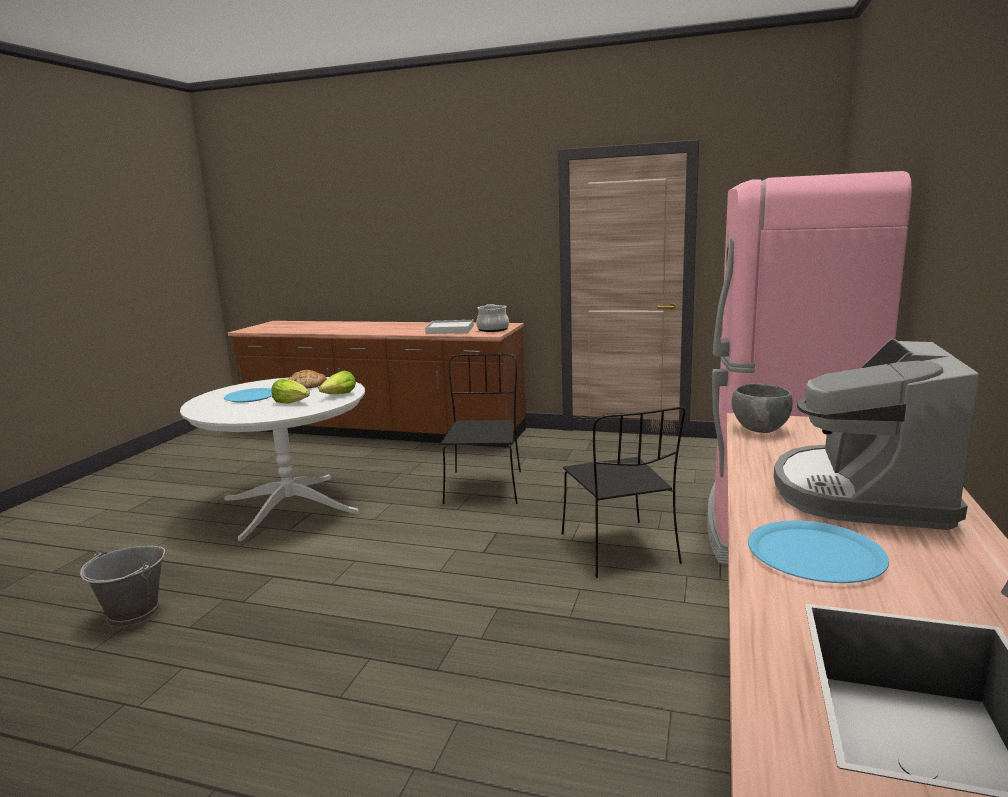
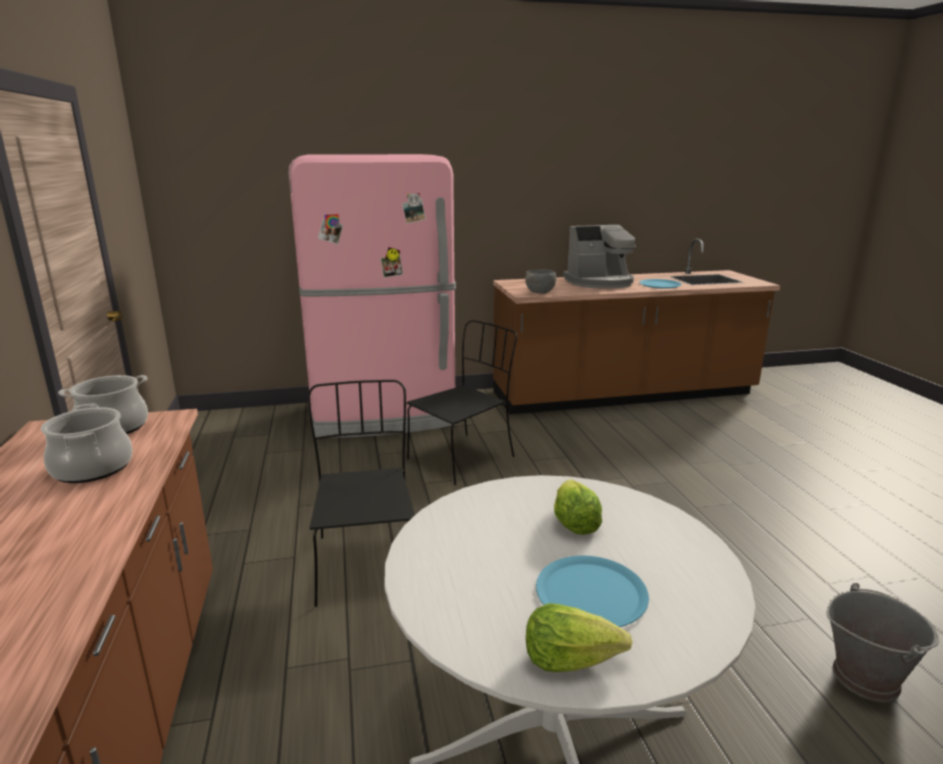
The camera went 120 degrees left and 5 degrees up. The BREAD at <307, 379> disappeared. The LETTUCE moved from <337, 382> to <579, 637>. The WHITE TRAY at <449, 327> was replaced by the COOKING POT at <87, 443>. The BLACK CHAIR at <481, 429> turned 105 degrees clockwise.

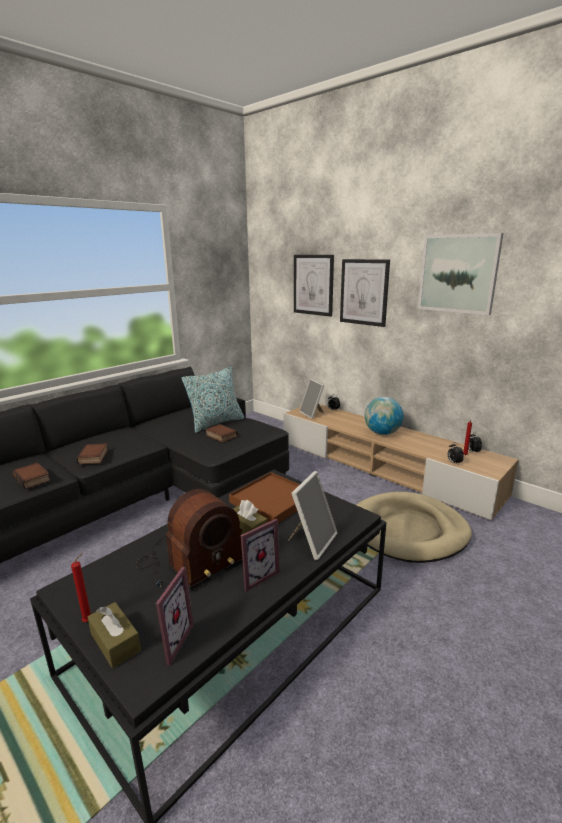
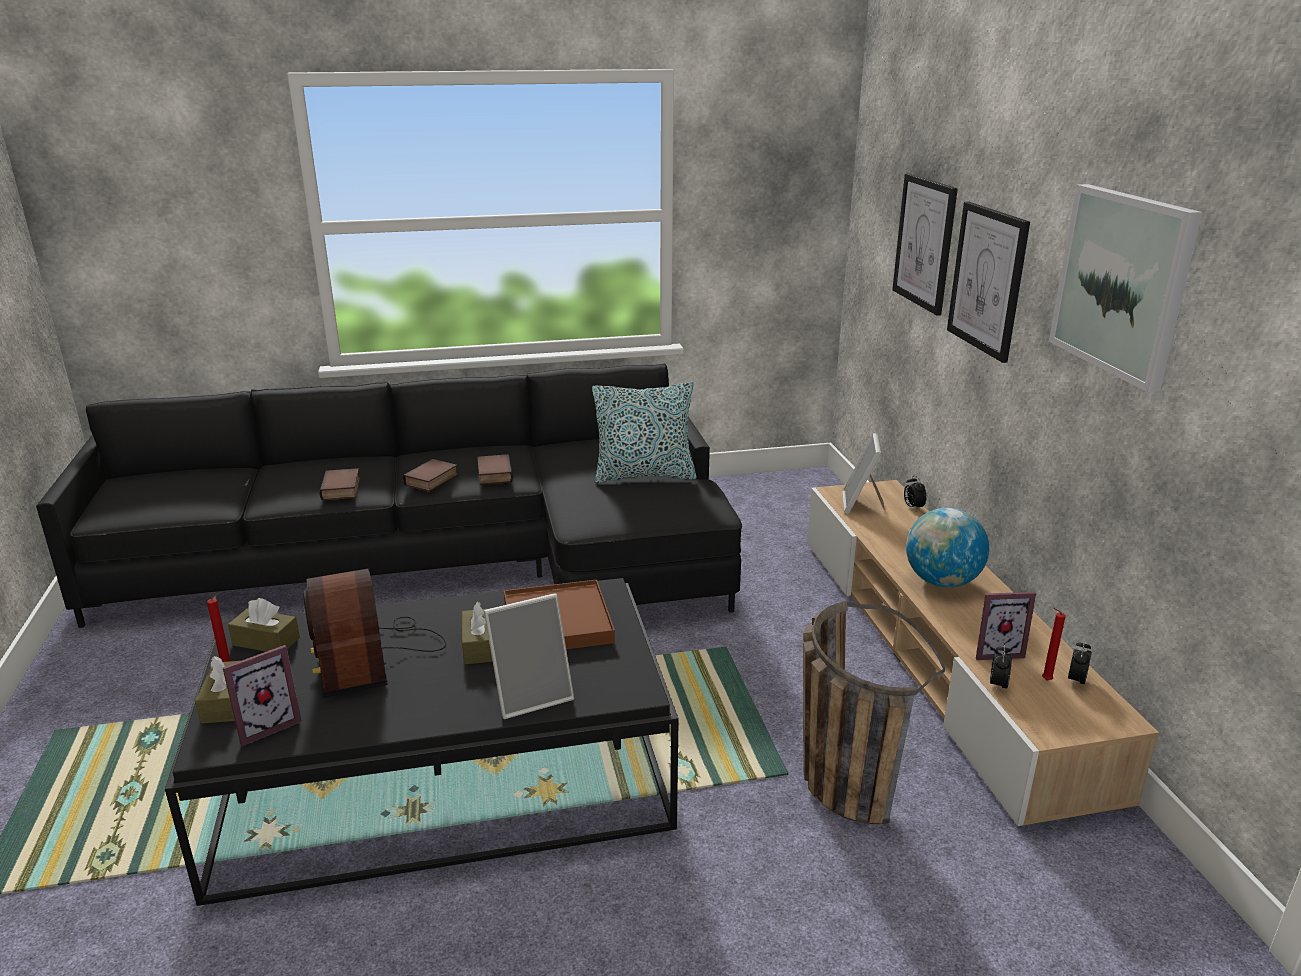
The camera went 35 degrees right and 5 degrees up. The BROWN TISSUE BOX at <264, 625> appeared. The BOOK moved from <221, 433> to <495, 469>. The PICTURE FRAME moved from <260, 555> to <1006, 626>. The BEIGE DOG BED at <414, 527> was replaced by the BASKET at <874, 712>. The RADIO at <189, 540> turned 75 degrees clockwise.

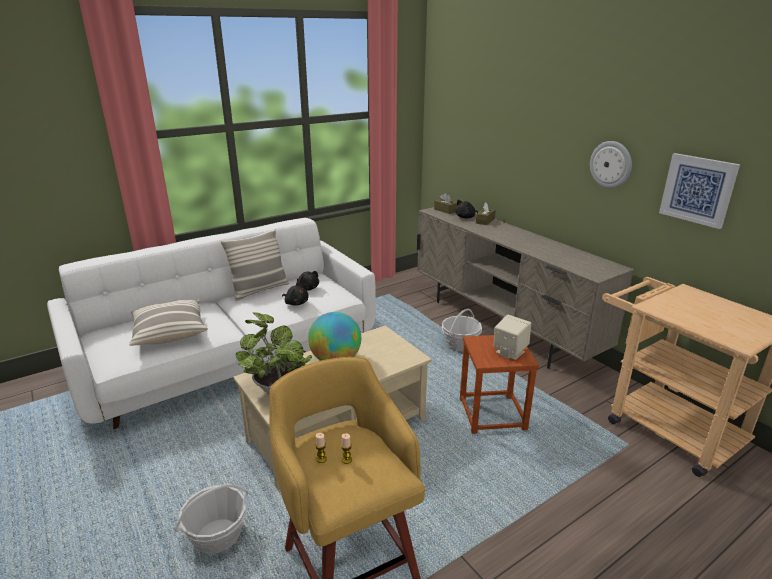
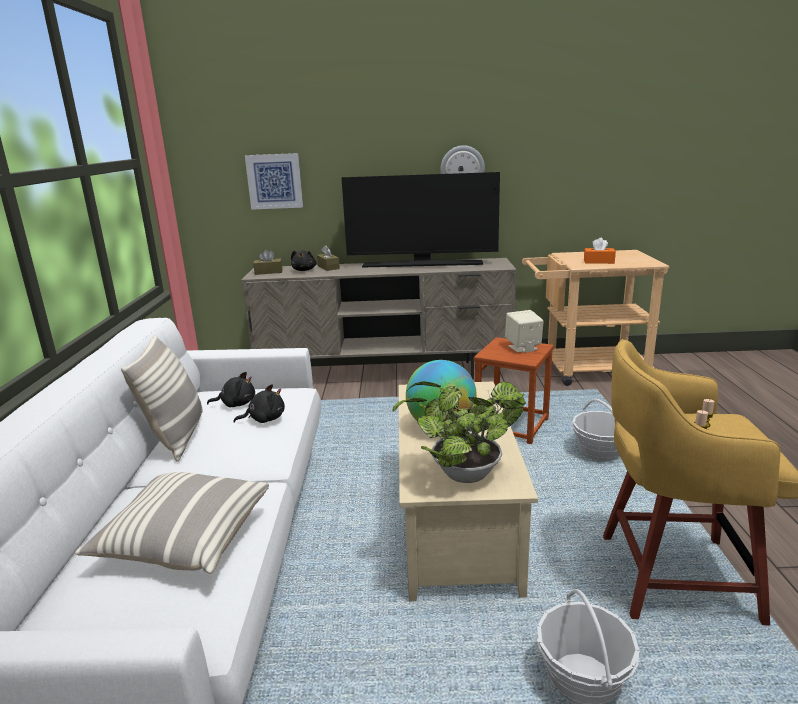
The camera went 55 degrees left and 5 degrees down. The TELEVISION at <420, 220> appeared. The ORANGE TISSUE BOX at <600, 251> appeared. The BASKET moved from <462, 330> to <595, 430>. The PICTURE moved from <699, 191> to <274, 181>.

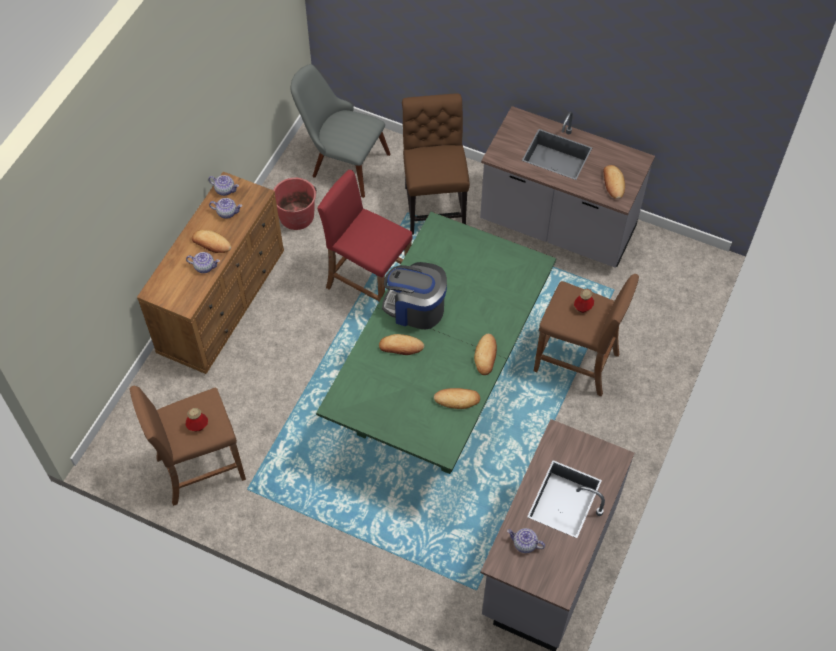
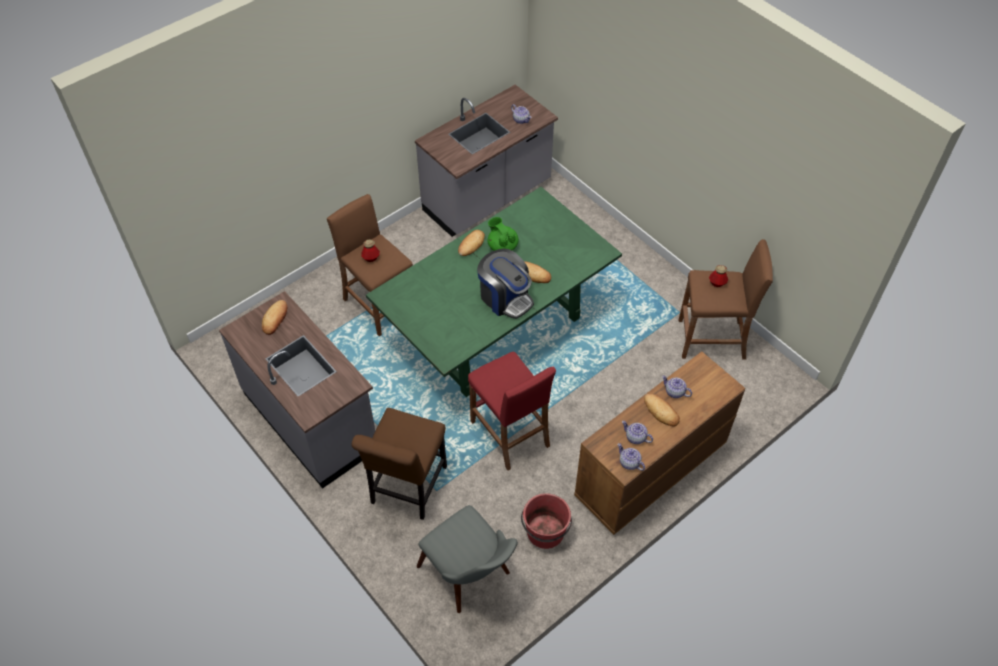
The camera went 155 degrees left and 5 degrees down. The BREAD at <457, 398> disappeared. The GREEN TEAPOT at <503, 234> appeared.

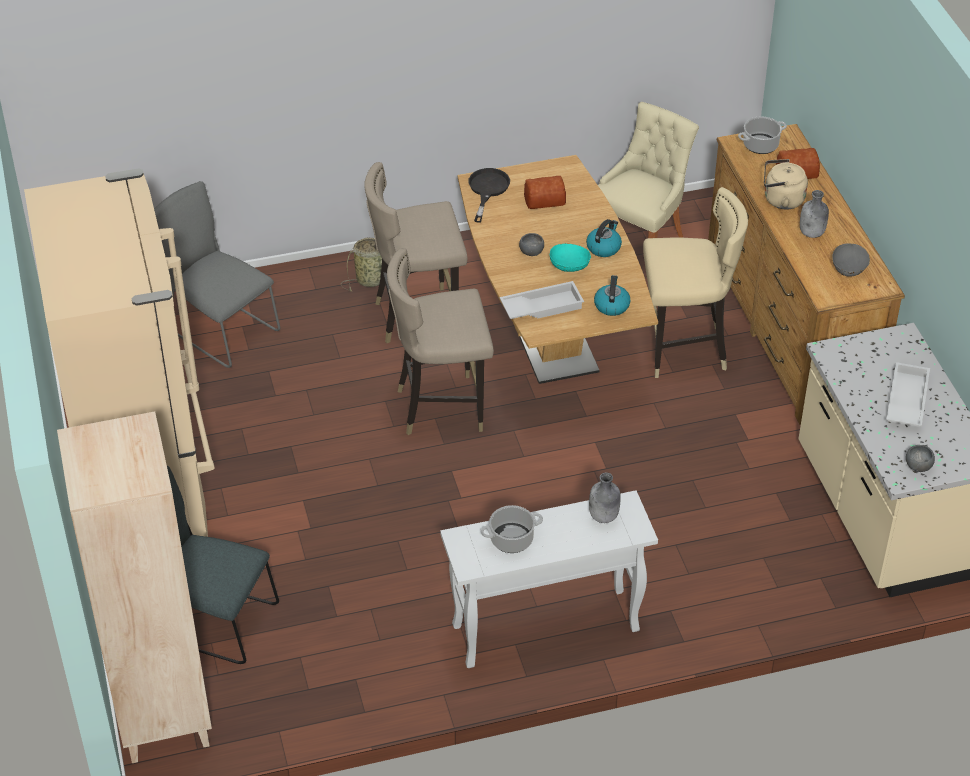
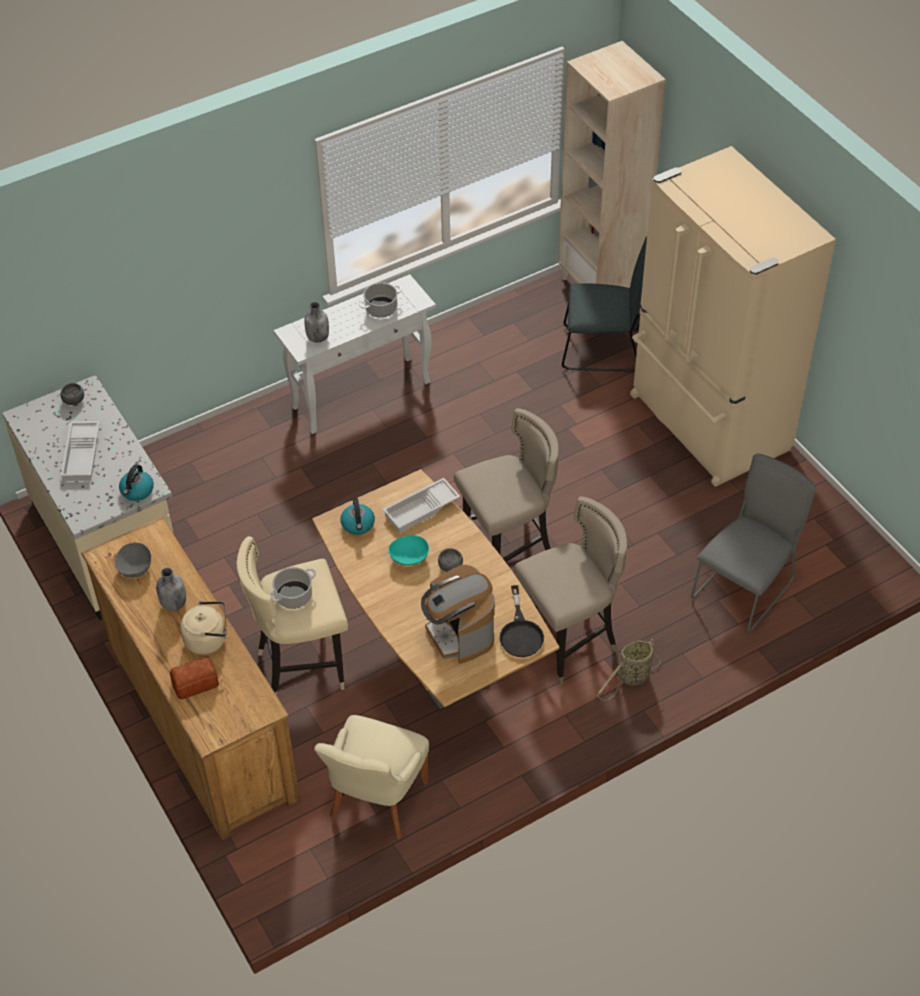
The camera went 165 degrees right and 5 degrees up. The KETTLE moved from <604, 238> to <136, 482>. The COOKING POT moved from <762, 135> to <292, 588>. The BREAD at <545, 192> was replaced by the COFFEE MACHINE at <458, 614>. The GREY CHAIR at <217, 274> turned 75 degrees counterclockwise.

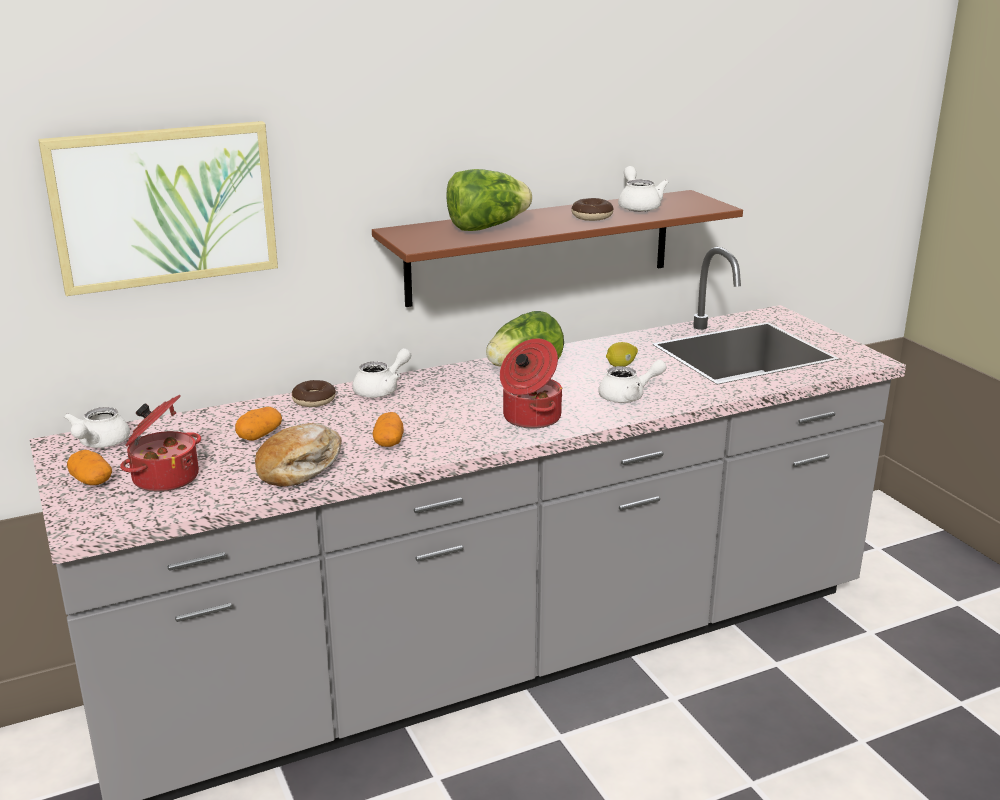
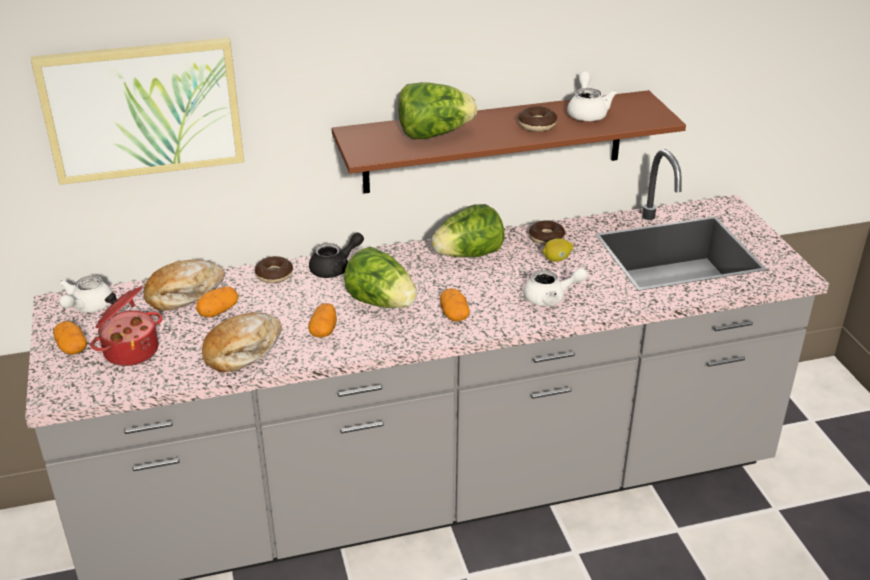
The camera went 10 degrees right and 10 degrees up. The BREAD at <184, 284> appeared. The LETTUCE at <380, 277> appeared. The DONUT at <547, 232> appeared. The COOKING POT at <531, 383> was replaced by the POTATO at <455, 304>. The WHITE TEAPOT at <381, 373> became the BLACK TEAPOT at <336, 255>.

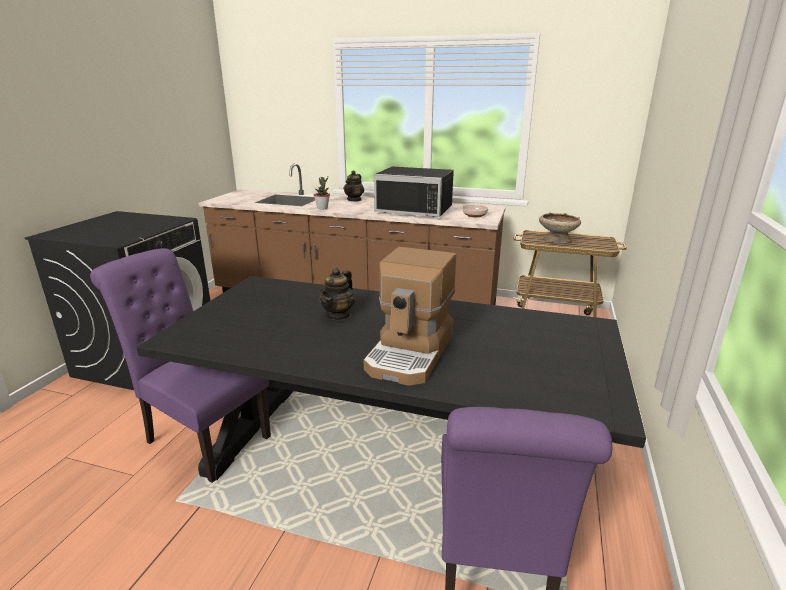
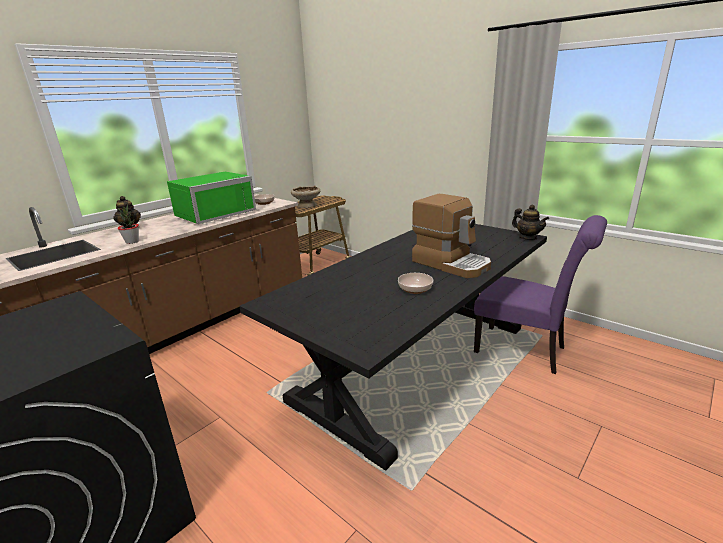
The camera went 65 degrees left and 0 degrees up. The PURPLE CHAIR at <180, 365> disappeared. The BOWL at <415, 283> appeared. The TEAPOT moved from <337, 294> to <530, 222>. The BLACK MICROWAVE at <414, 192> became the GREEN MICROWAVE at <211, 198>.

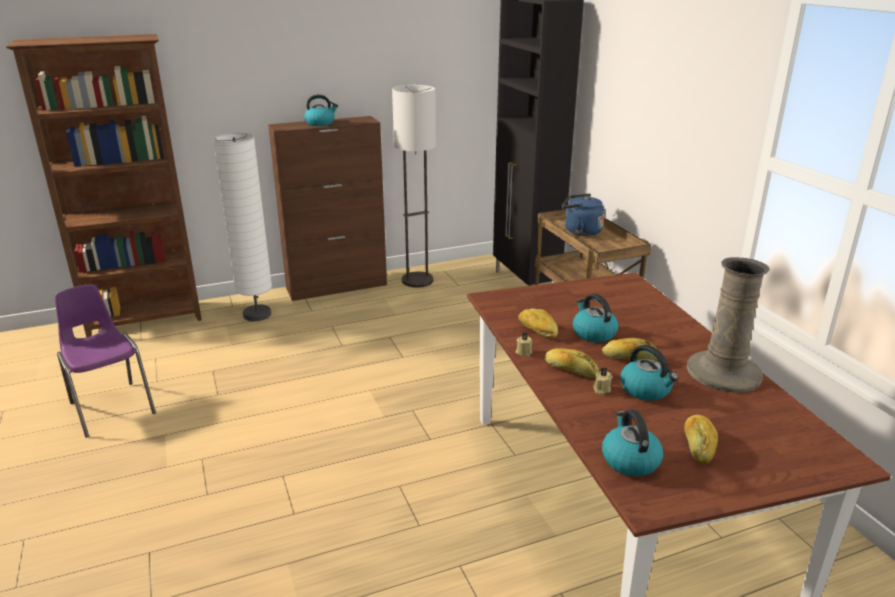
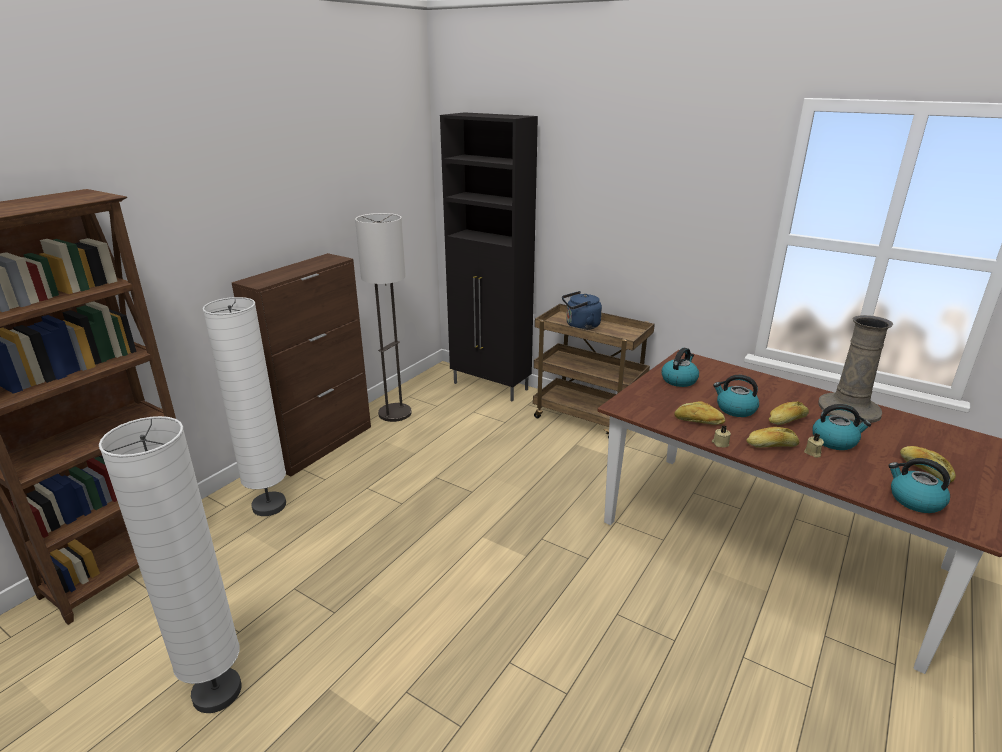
The camera went 35 degrees left and 0 degrees up. The KETTLE moved from <321, 110> to <680, 367>. The PURPLE CHAIR at <105, 361> was replaced by the WHITE FLOOR LAMP at <170, 564>.

